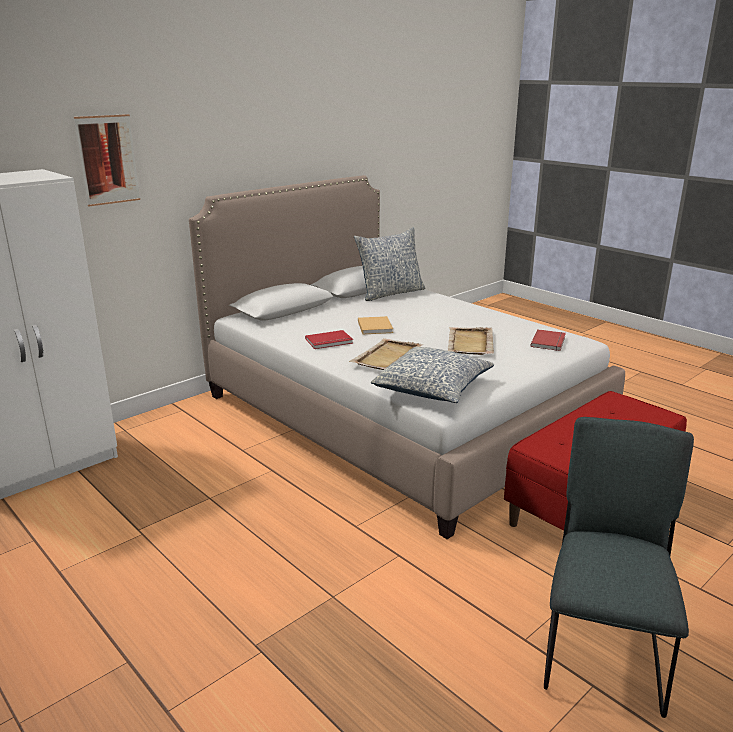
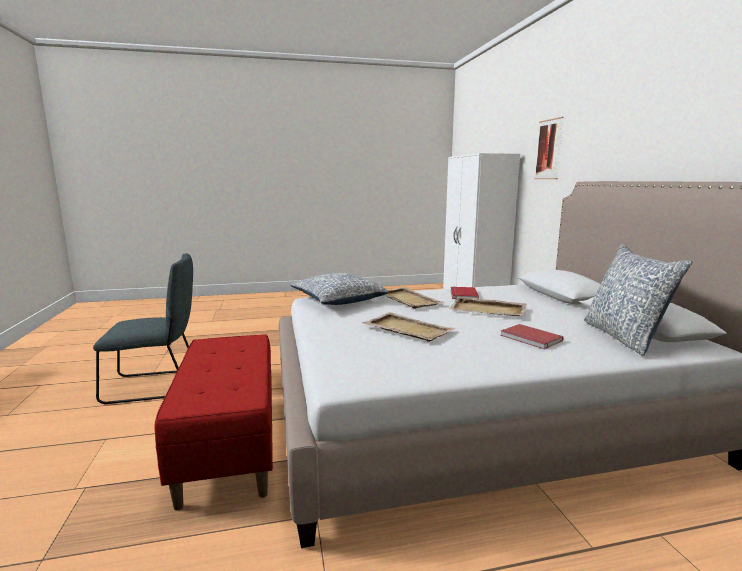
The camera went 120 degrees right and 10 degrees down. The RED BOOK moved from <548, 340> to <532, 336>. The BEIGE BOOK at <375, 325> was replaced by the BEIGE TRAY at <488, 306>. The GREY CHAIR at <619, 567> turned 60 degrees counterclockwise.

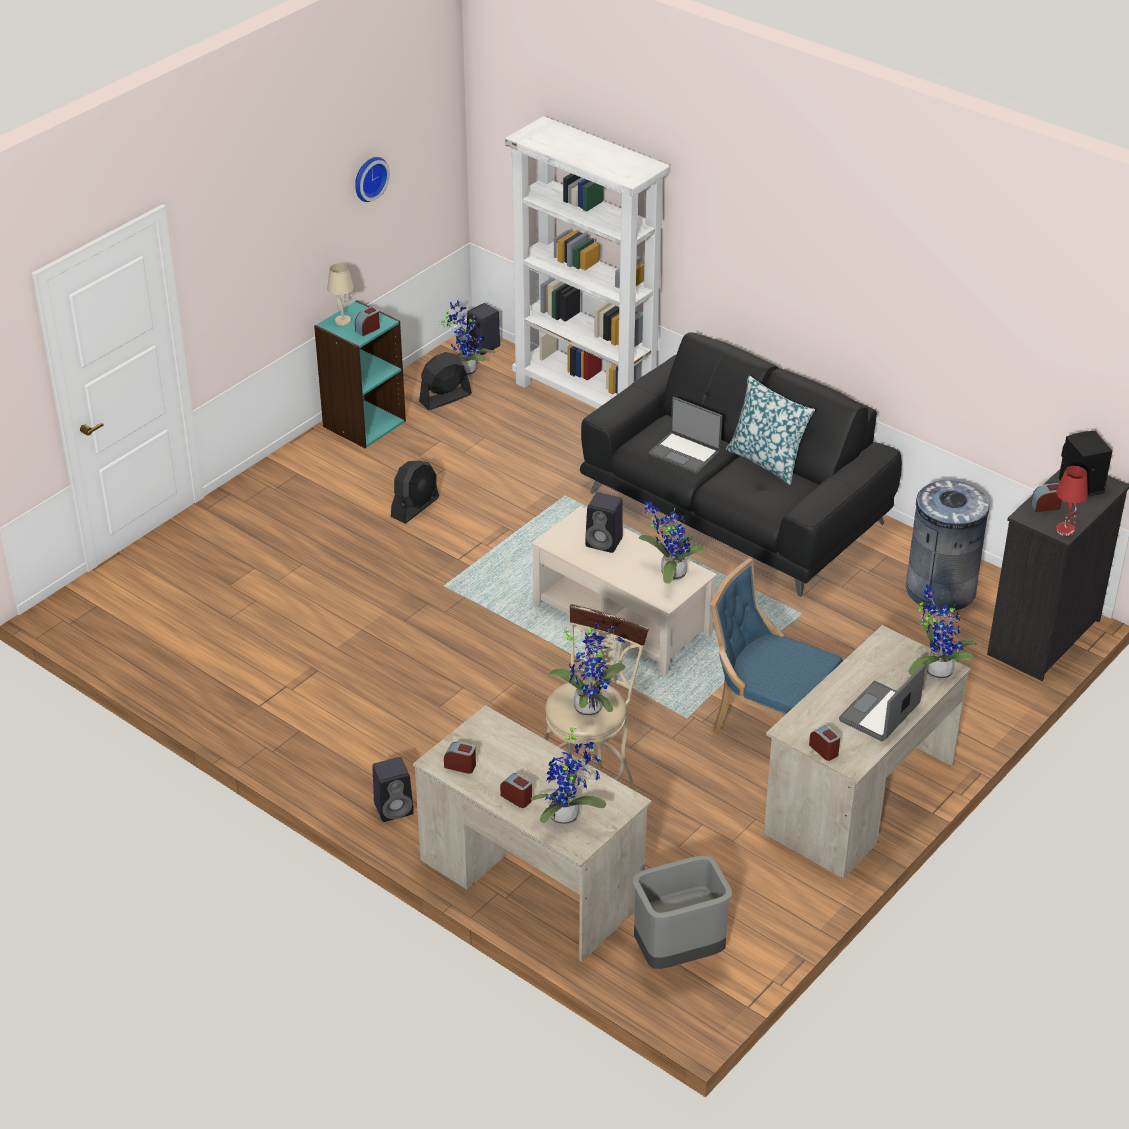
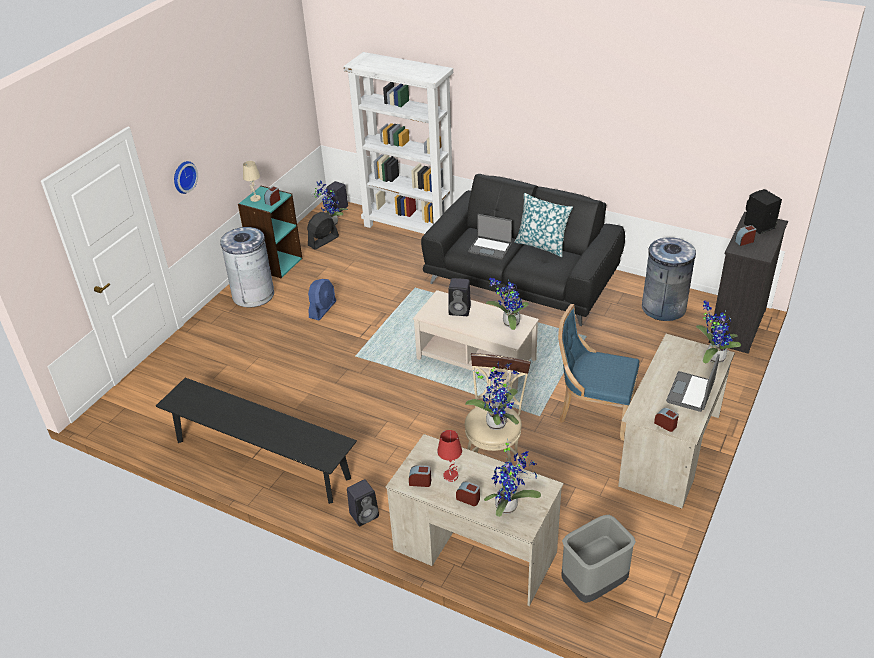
The camera went 10 degrees left and 0 degrees up. The BLACK BENCH at <256, 441> appeared. The GREY TRASH CAN at <247, 267> appeared. The WALL CLOCK moved from <372, 179> to <186, 177>. The RED TABLE LAMP moved from <1072, 501> to <449, 456>. The BLACK FAN at <415, 492> became the BLUE FAN at <322, 300>.

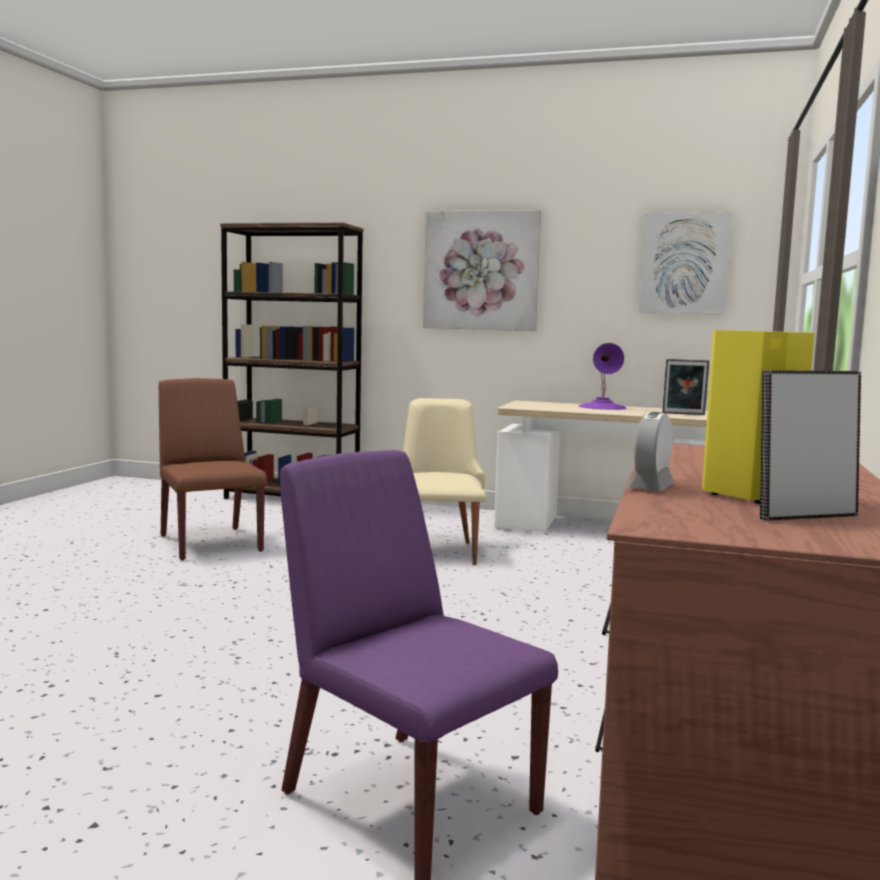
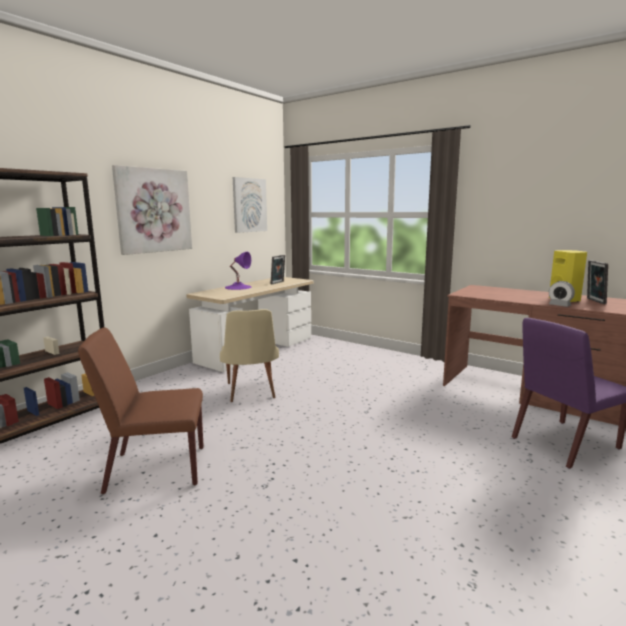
The camera went 70 degrees left and 5 degrees up. The BEIGE CHAIR at <444, 481> turned 120 degrees counterclockwise.

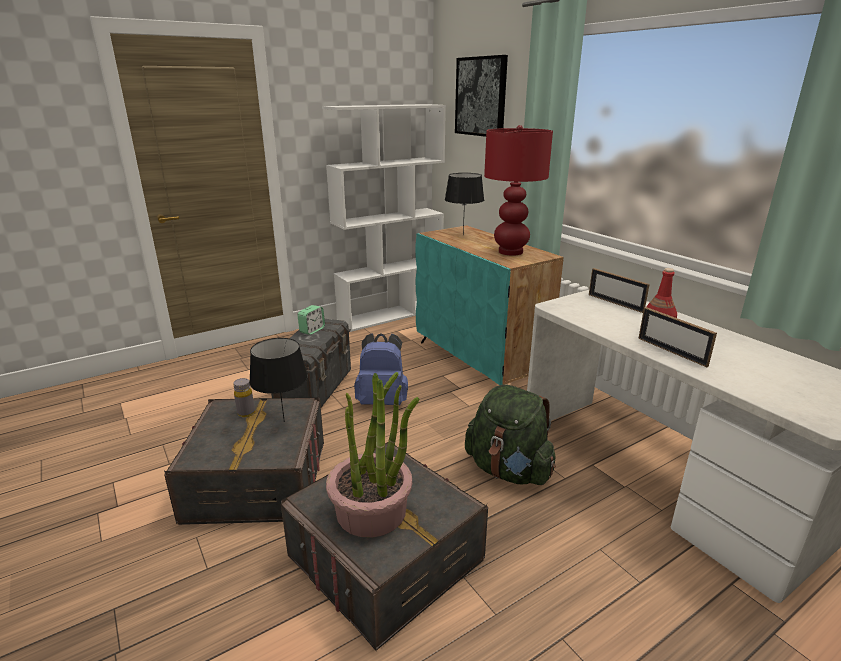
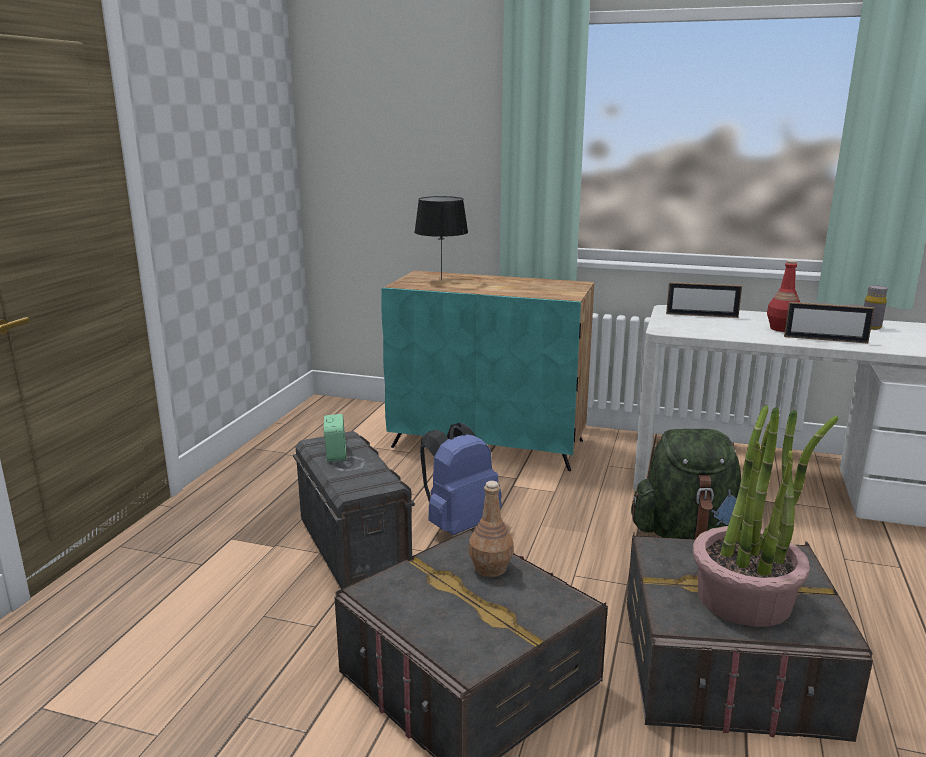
The camera went 40 degrees left and 5 degrees down. The WHITE BOOKCASE at <384, 218> disappeared. The PICTURE at <481, 96> disappeared. The RED TABLE LAMP at <518, 190> disappeared. The GREY BOTTLE moved from <244, 397> to <876, 307>. The BLACK TABLE LAMP at <278, 380> was replaced by the BROWN BOTTLE at <491, 529>.

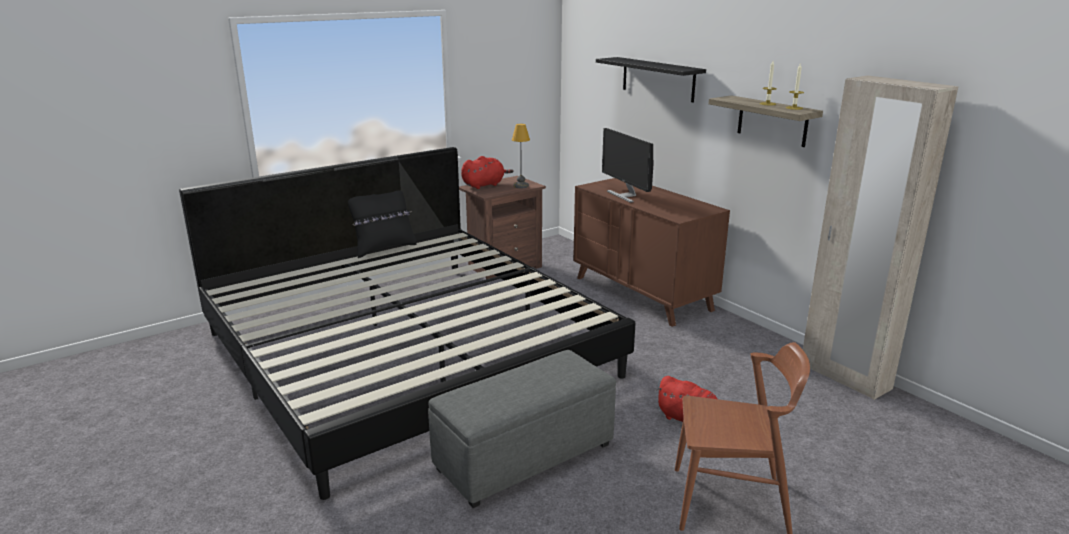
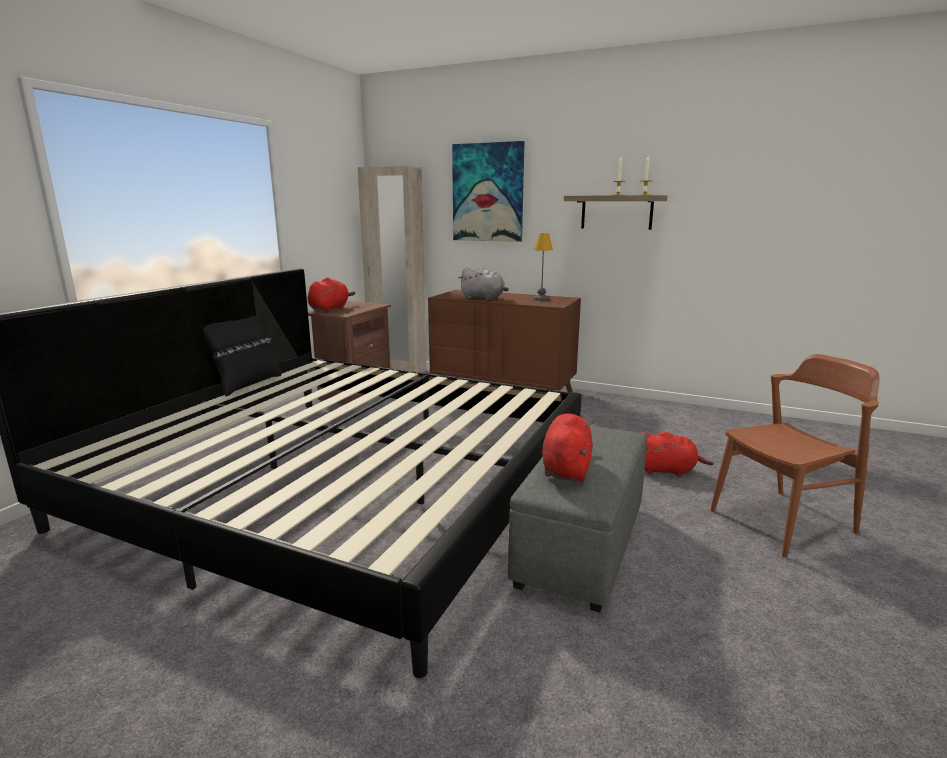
The camera went 30 degrees left and 5 degrees down. The RED PLUSH TOY at <567, 447> appeared. The TABLE LAMP moved from <521, 156> to <543, 267>. The BEIGE WARDROBE moved from <881, 238> to <392, 269>. The BLACK SHELF at <651, 79> was replaced by the PICTURE at <488, 191>. The MONITOR at <627, 165> was replaced by the GREY PLUSH TOY at <484, 283>.

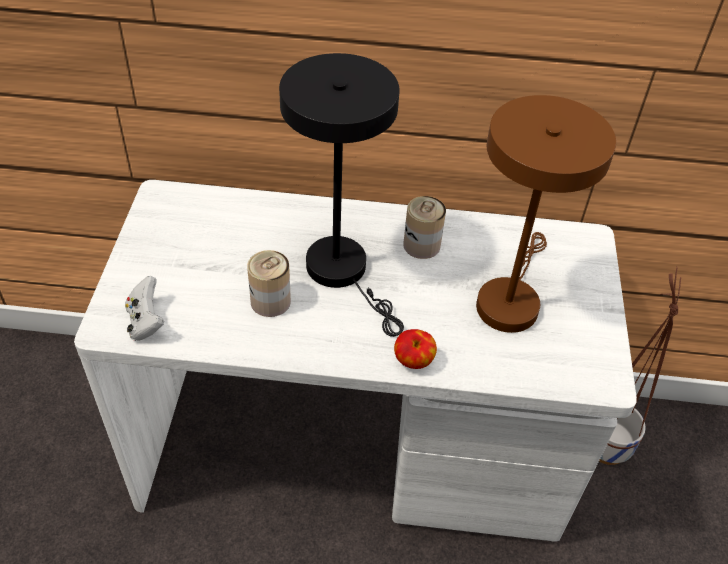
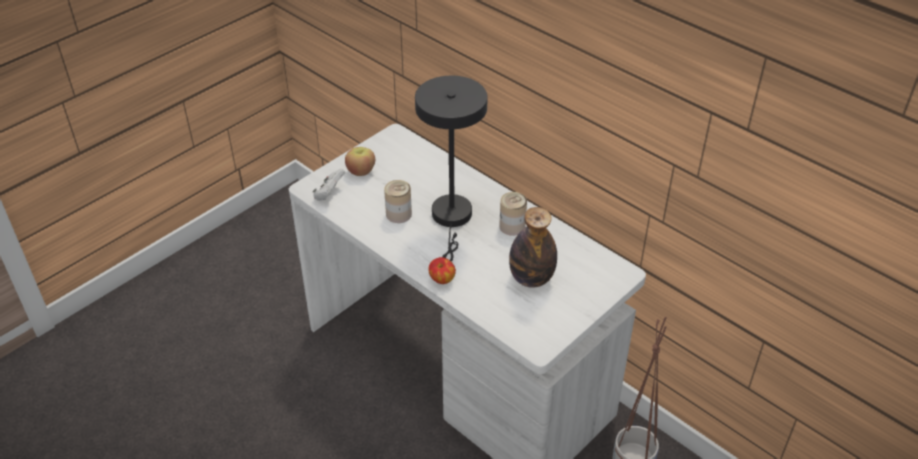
The camera went 40 degrees right and 5 degrees down. The APPLE at <360, 161> appeared. The BROWN TABLE LAMP at <546, 214> was replaced by the BOTTLE at <533, 247>.

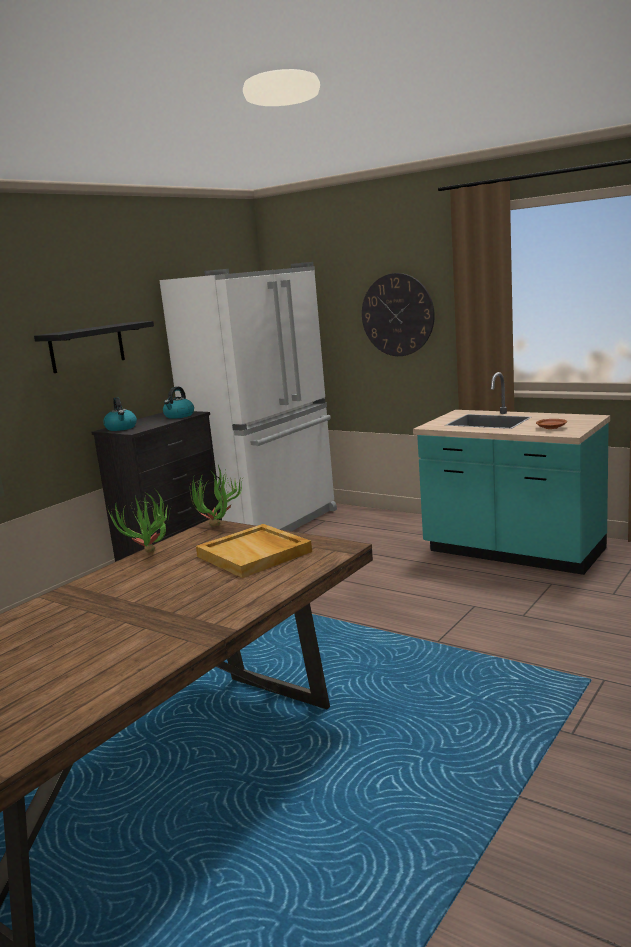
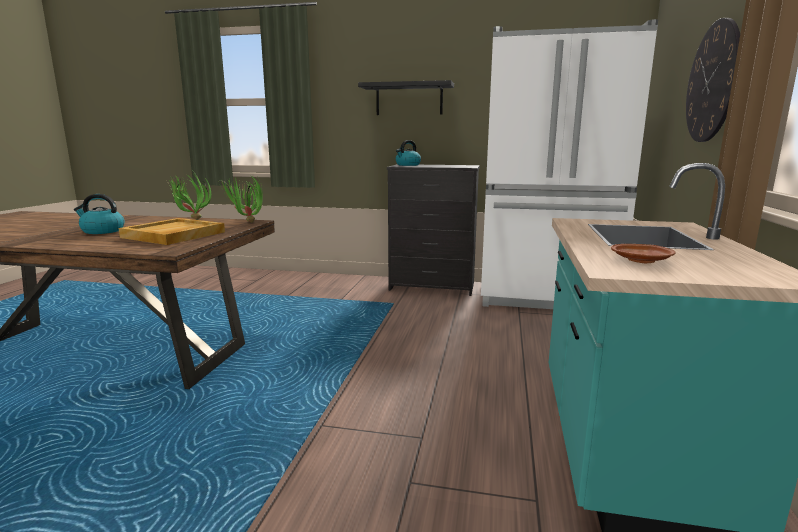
The camera went 65 degrees right and 0 degrees up. The KETTLE moved from <178, 403> to <99, 214>.

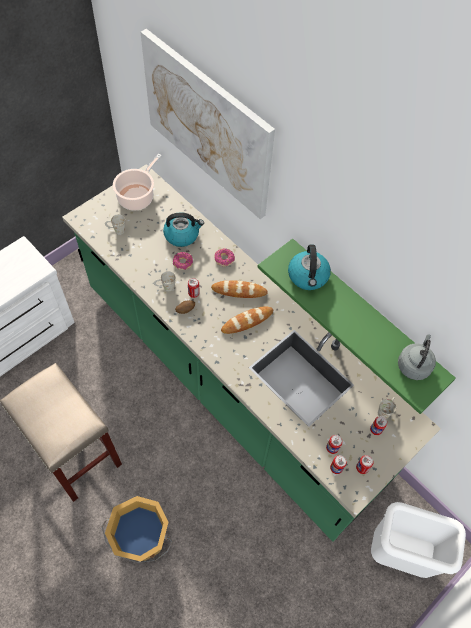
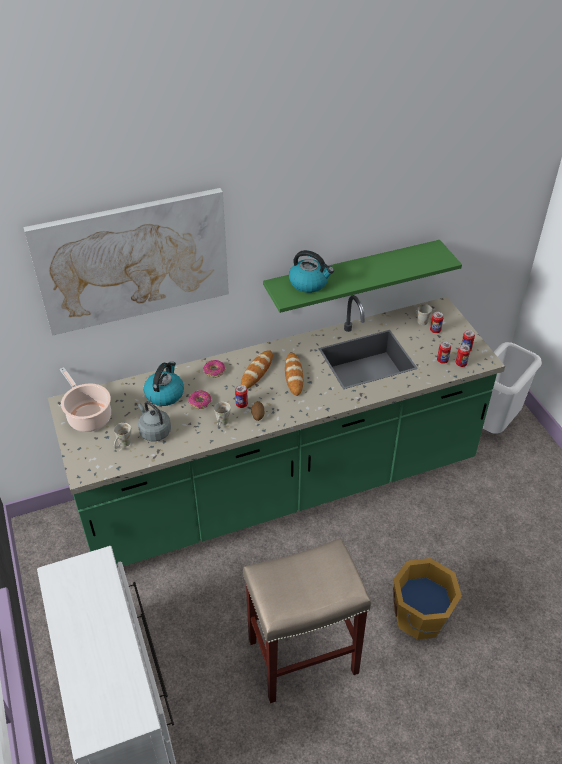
The camera went 65 degrees left and 15 degrees down. The GREY KETTLE moved from <417, 357> to <154, 421>.

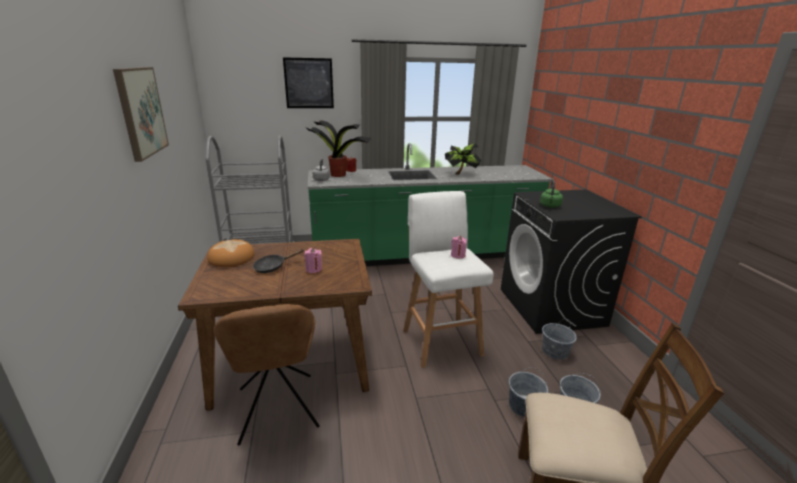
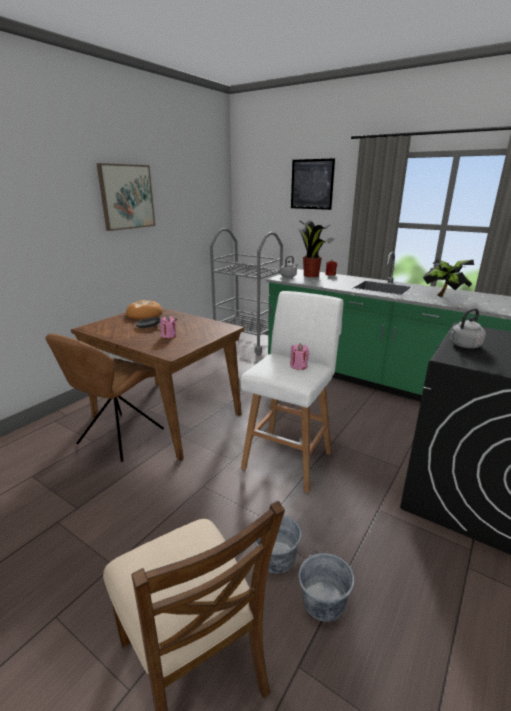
The camera went 45 degrees right and 0 degrees up. The GREY BUCKET at <559, 339> disappeared. The GREEN KETTLE at <551, 194> became the GREY KETTLE at <468, 328>.

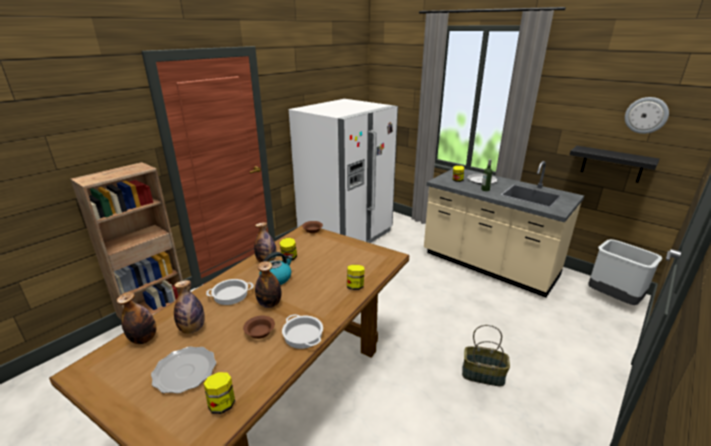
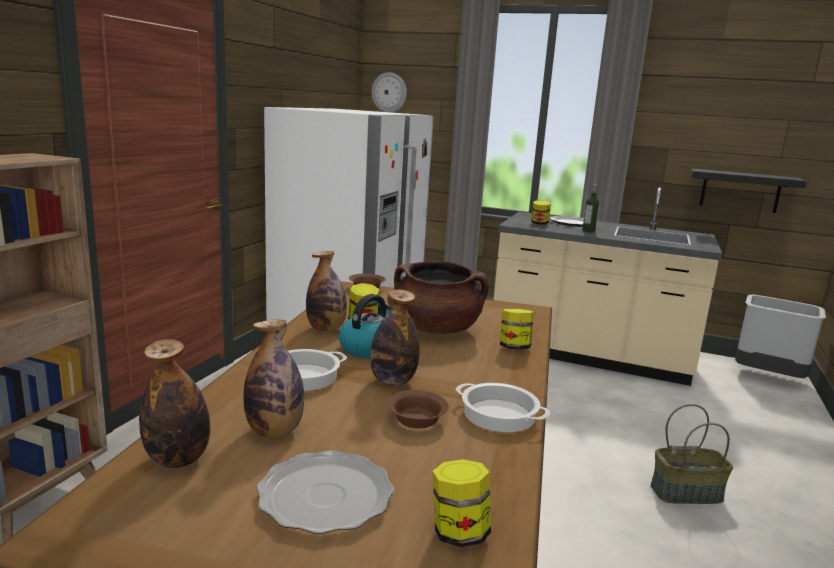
The camera went 20 degrees left and 10 degrees down. The BROWN COOKING POT at <441, 297> appeared. The WALL CLOCK moved from <647, 115> to <389, 92>.

